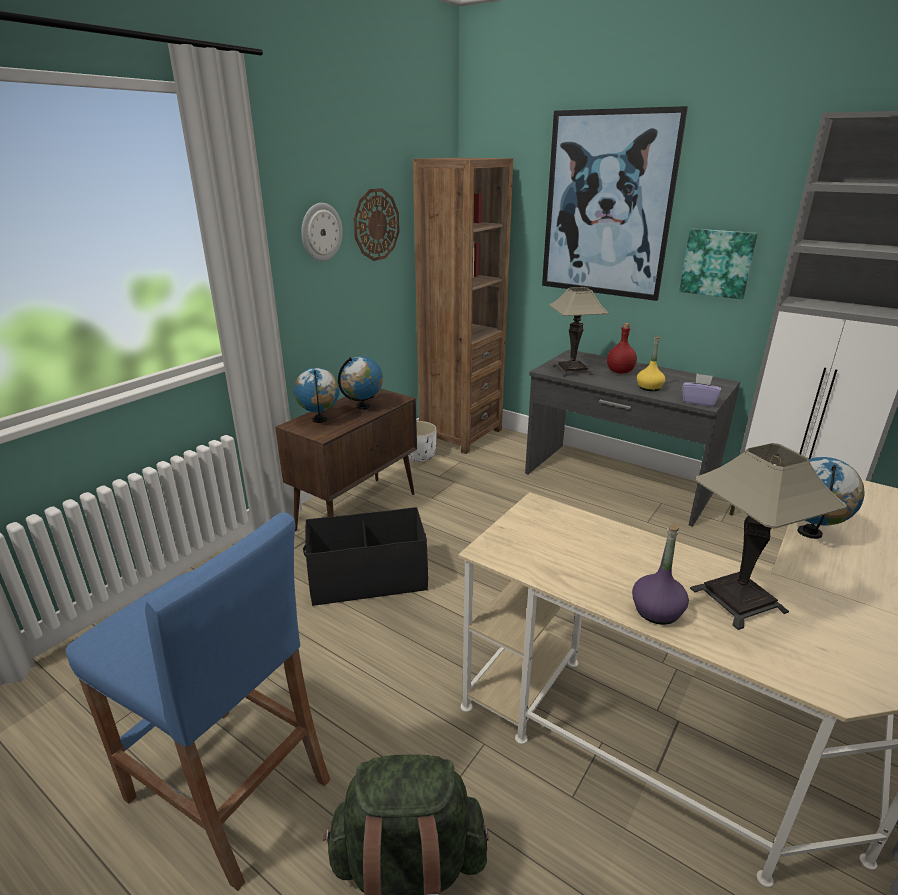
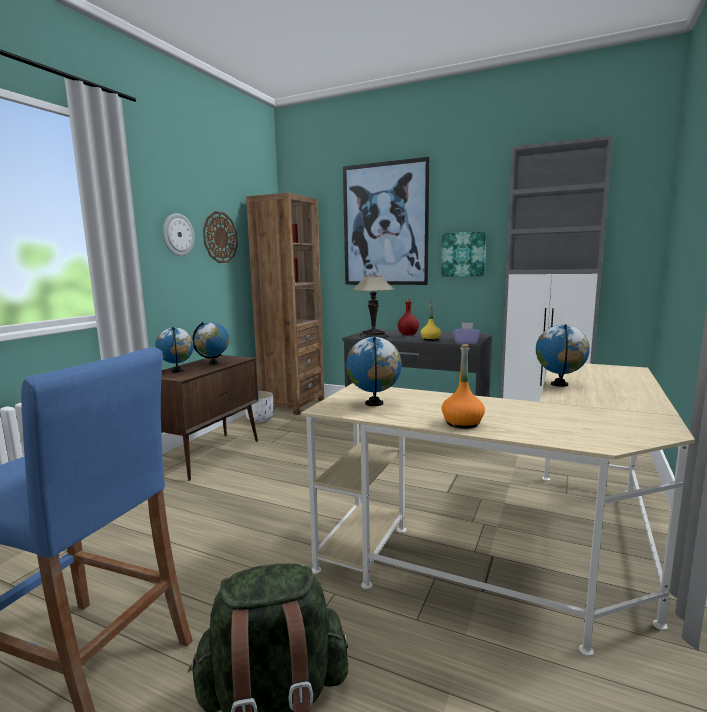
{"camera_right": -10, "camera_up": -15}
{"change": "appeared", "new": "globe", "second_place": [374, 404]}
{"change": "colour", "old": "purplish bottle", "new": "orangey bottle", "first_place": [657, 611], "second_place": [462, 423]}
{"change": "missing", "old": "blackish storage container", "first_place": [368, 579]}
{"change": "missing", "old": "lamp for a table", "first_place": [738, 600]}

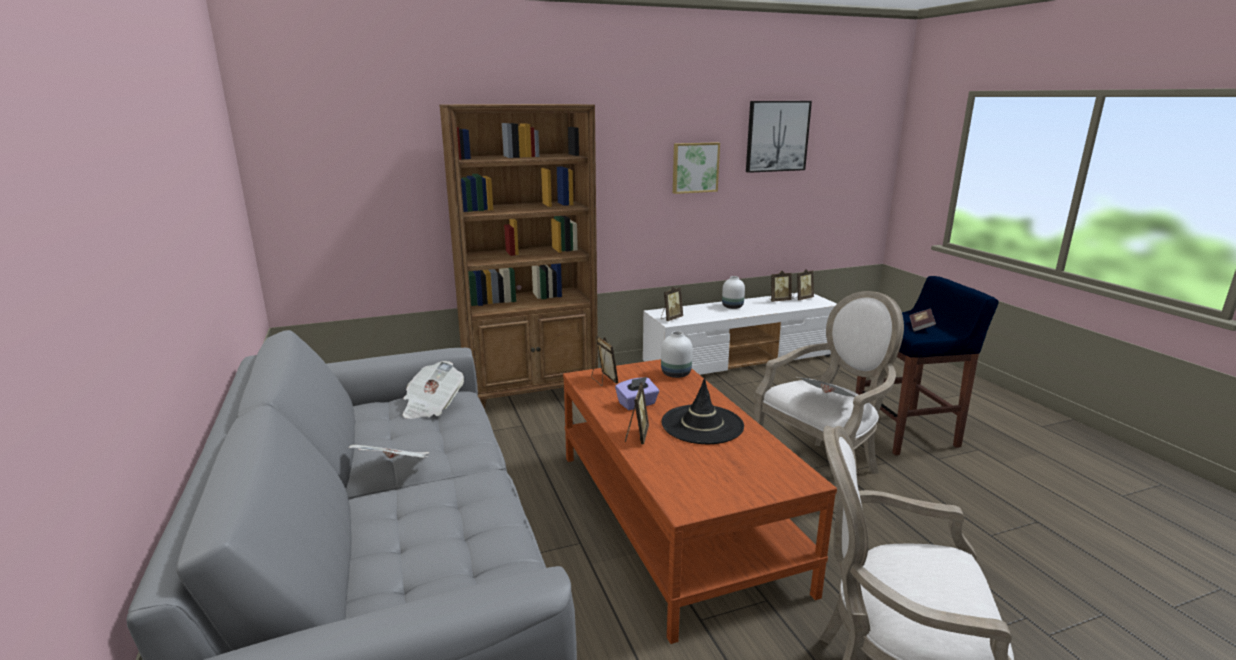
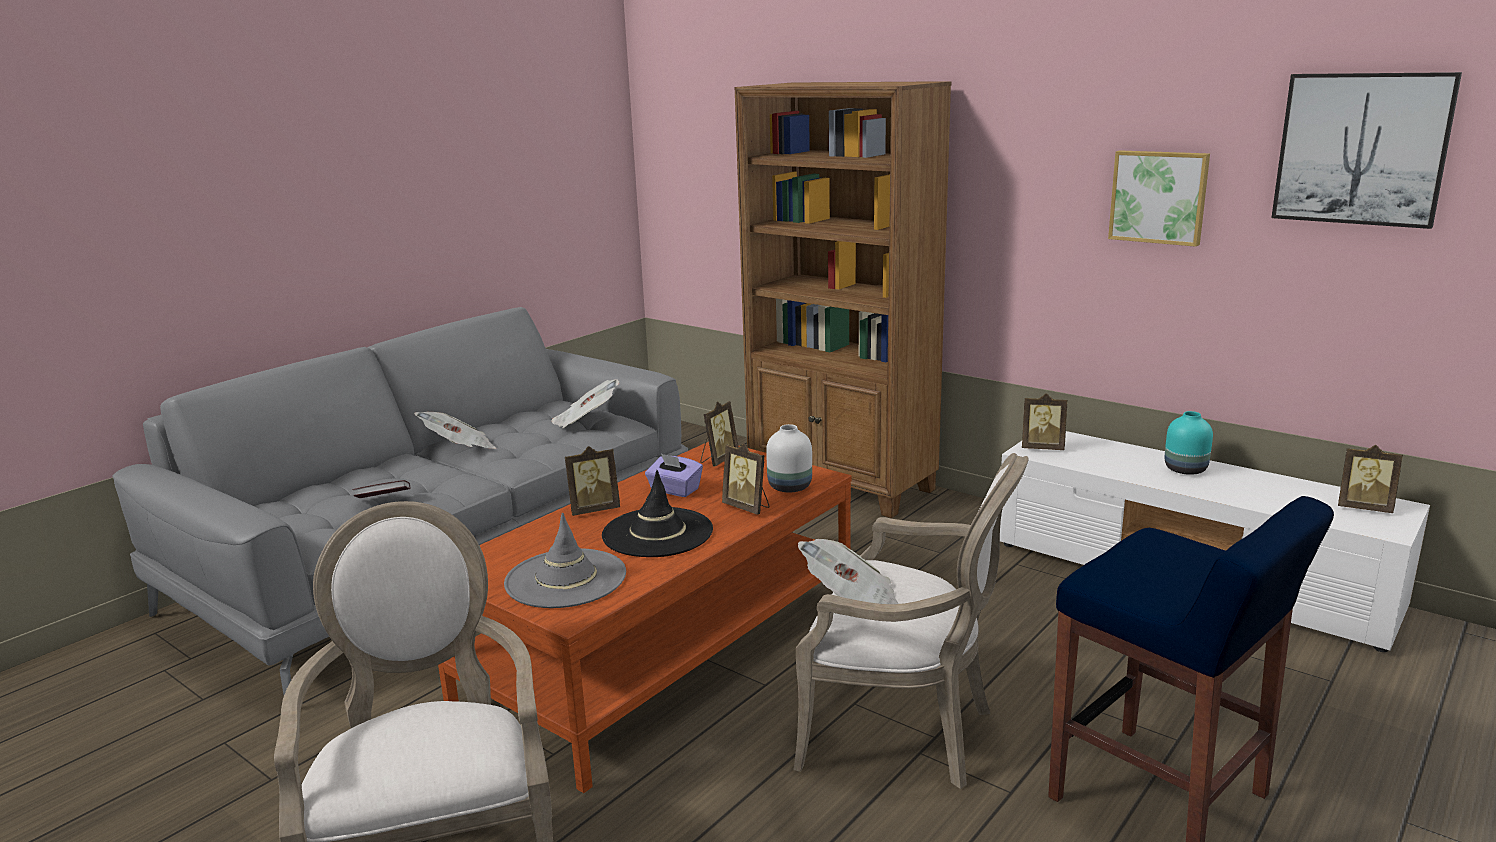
{"camera_right": 60, "camera_up": 0}
{"change": "relocated", "old": "book", "first_place": [921, 327], "second_place": [383, 500]}
{"change": "appeared", "new": "gray clothing hat", "second_place": [565, 579]}
{"change": "relocated", "old": "standing frame", "first_place": [778, 300], "second_place": [747, 507]}
{"change": "colour", "old": "whitish decorative vase", "new": "blue-green decorative vase", "first_place": [732, 307], "second_place": [1184, 470]}

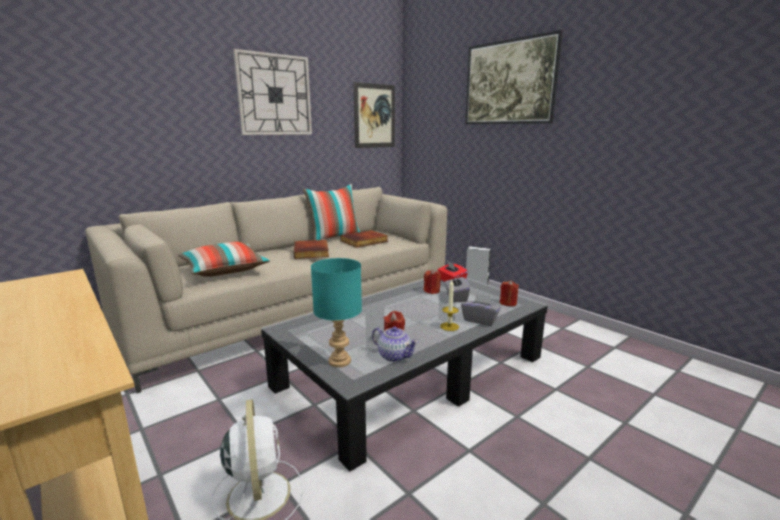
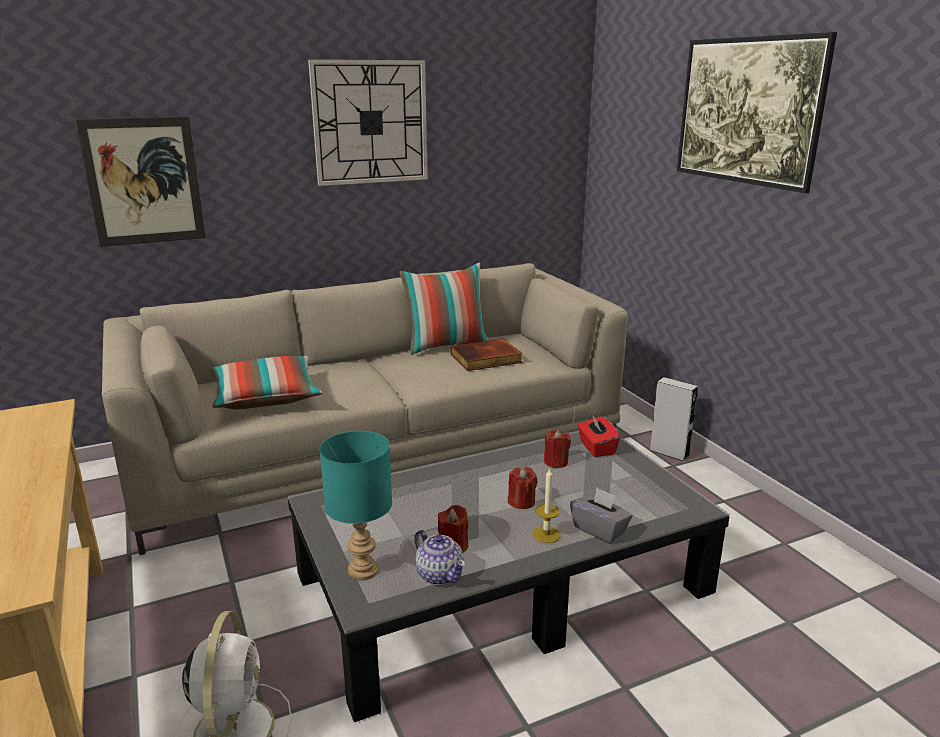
{"camera_right": 15, "camera_up": 5}
{"change": "relocated", "old": "wall picture", "first_place": [374, 116], "second_place": [144, 181]}
{"change": "relocated", "old": "reddish candle", "first_place": [508, 303], "second_place": [521, 502]}
{"change": "missing", "old": "book", "first_place": [312, 252]}
{"change": "missing", "old": "gray tissue box", "first_place": [456, 297]}

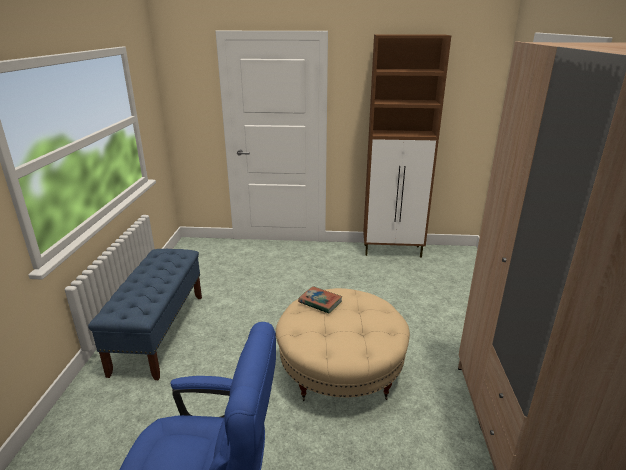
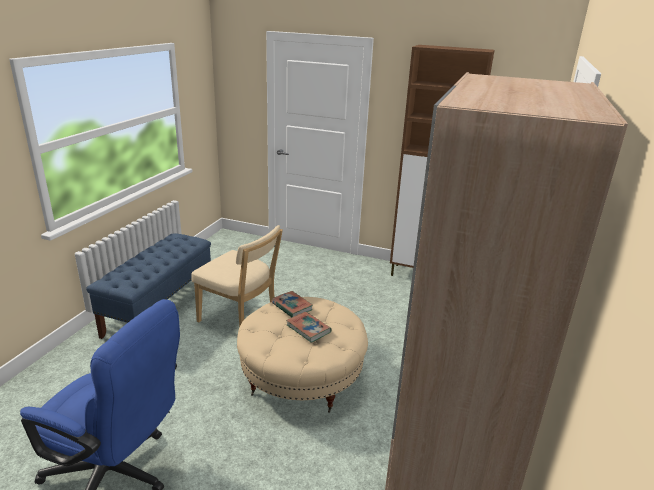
{"camera_right": 15, "camera_up": 0}
{"change": "appeared", "new": "beige chair", "second_place": [240, 319]}
{"change": "appeared", "new": "book", "second_place": [308, 329]}

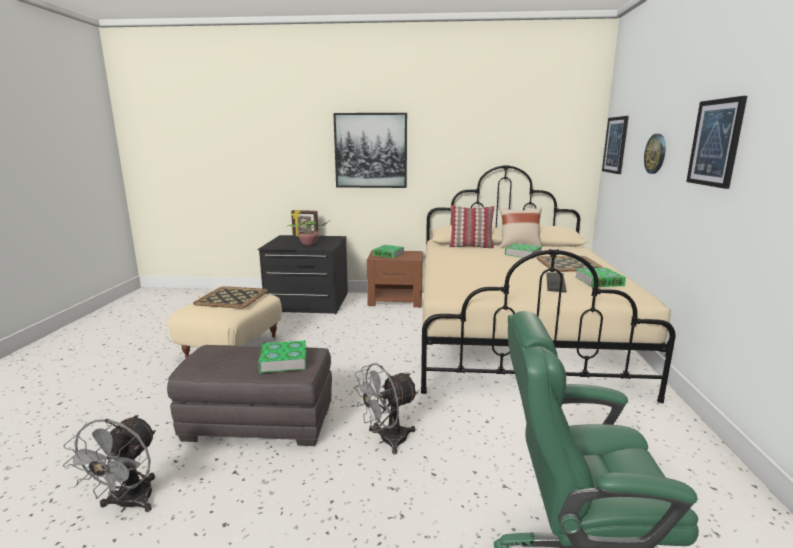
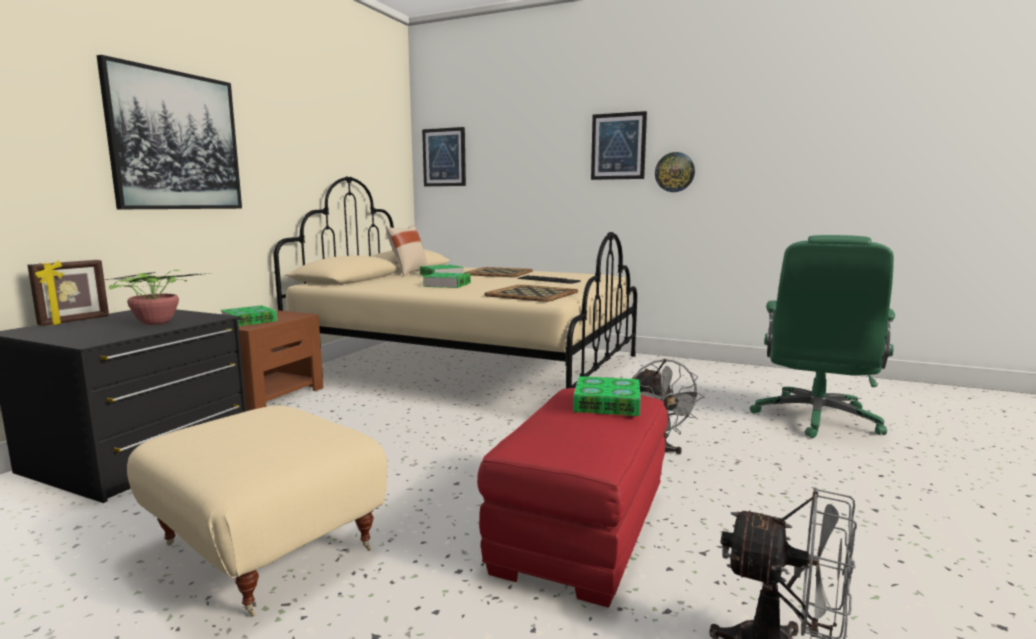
{"camera_right": -70, "camera_up": -5}
{"change": "relocated", "old": "book", "first_place": [599, 281], "second_place": [447, 284]}
{"change": "colour", "old": "gray ottoman", "new": "reddish ottoman", "first_place": [260, 422], "second_place": [581, 527]}
{"change": "relocated", "old": "tray", "first_place": [232, 298], "second_place": [533, 294]}
{"change": "relocated", "old": "wall clock", "first_place": [655, 153], "second_place": [674, 172]}
{"change": "missing", "old": "throw pillow", "first_place": [470, 246]}

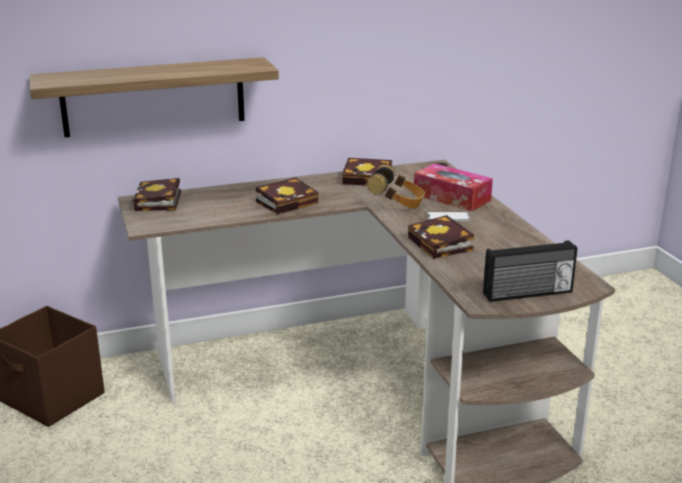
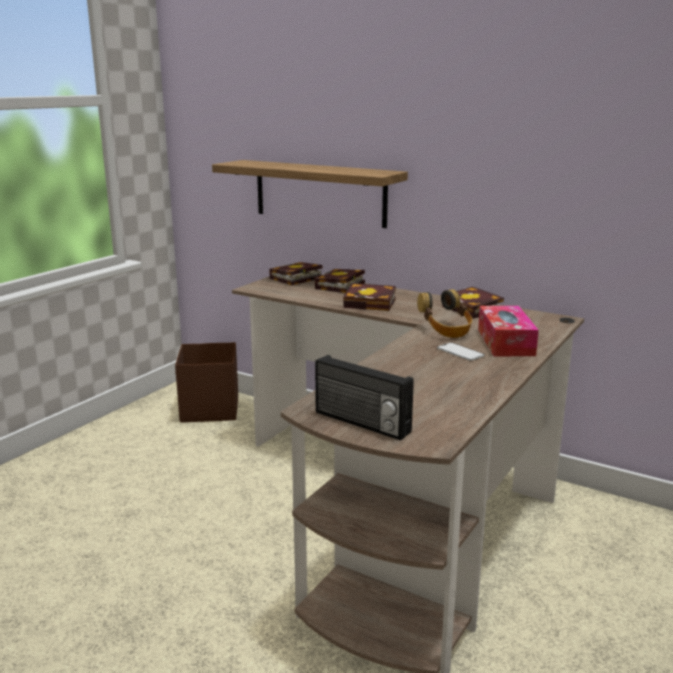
{"camera_right": 50, "camera_up": -5}
{"change": "relocated", "old": "book", "first_place": [442, 245], "second_place": [340, 286]}

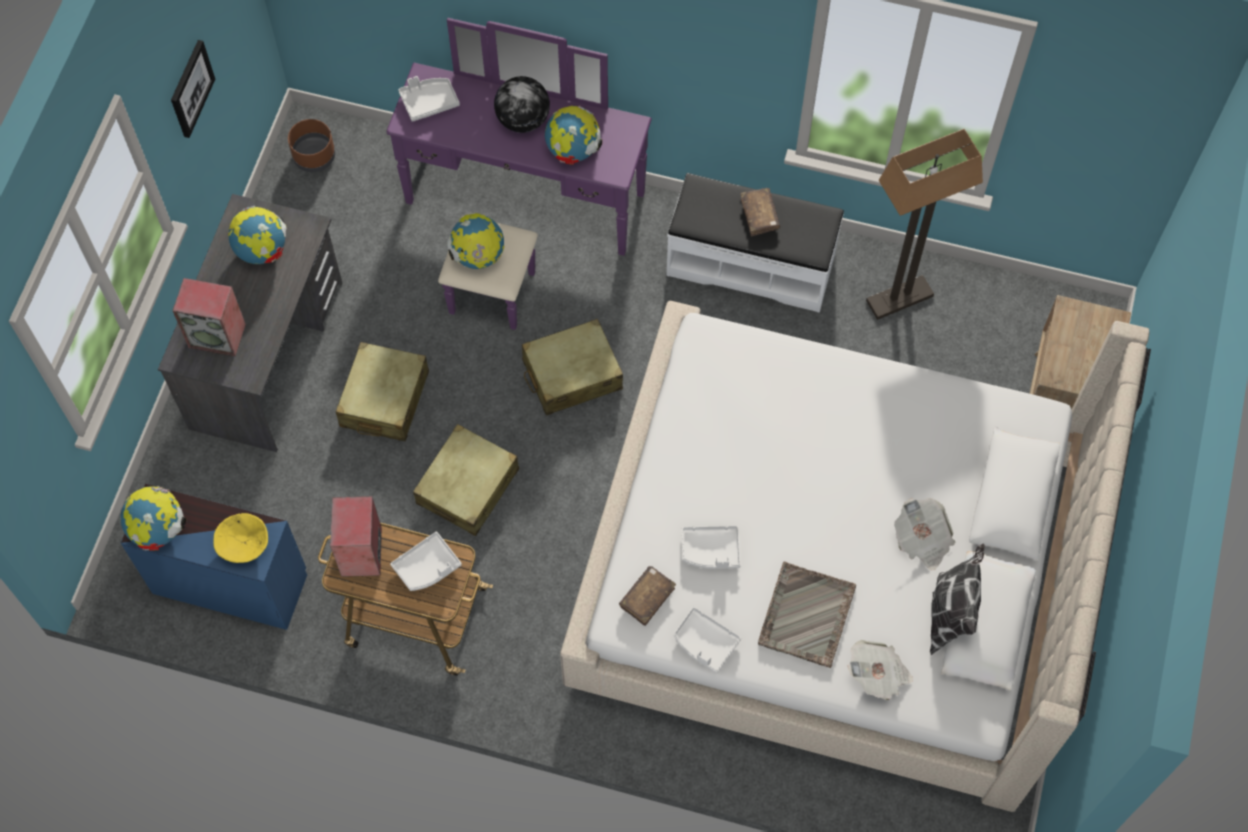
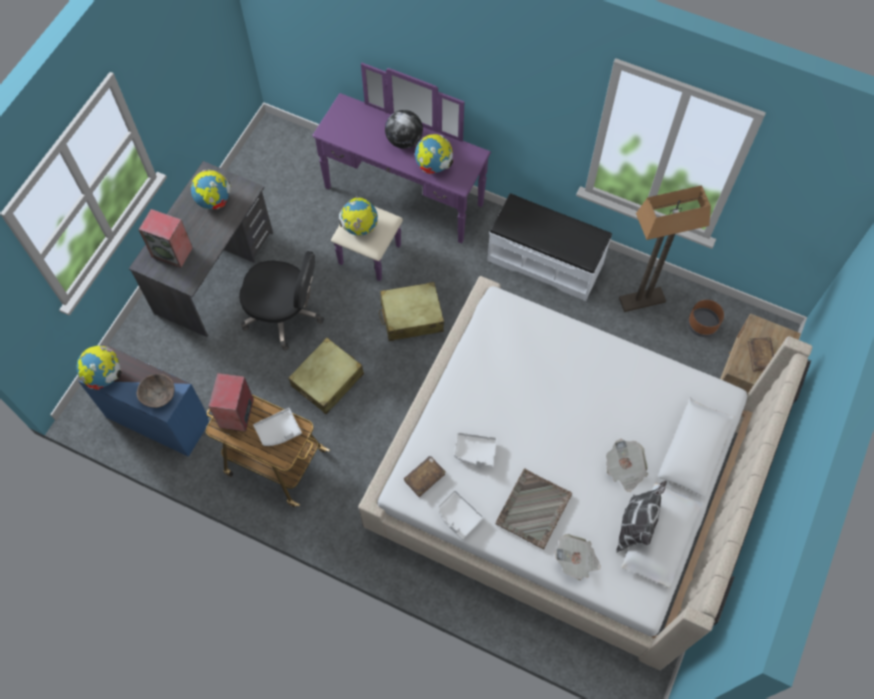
{"camera_right": 10, "camera_up": 0}
{"change": "colour", "old": "yellow bowl", "new": "brownish bowl", "first_place": [244, 544], "second_place": [159, 395]}
{"change": "exchanged", "old": "beige travel case", "new": "blackish computer chair", "first_place": [384, 399], "second_place": [284, 313]}
{"change": "relocated", "old": "brownish planter", "first_place": [314, 156], "second_place": [702, 324]}
{"change": "relocated", "old": "brownish book", "first_place": [759, 215], "second_place": [760, 356]}
{"change": "missing", "old": "wall picture", "first_place": [191, 88]}
{"change": "missing", "old": "whitish tray", "first_place": [429, 102]}

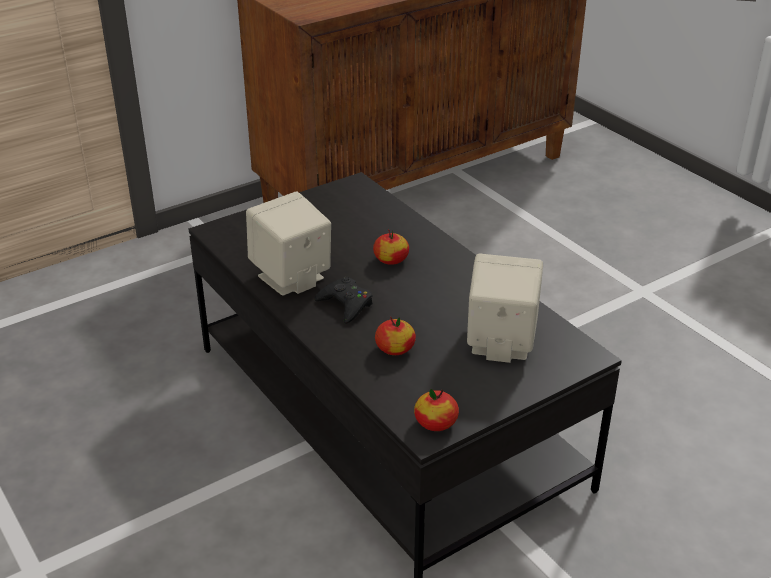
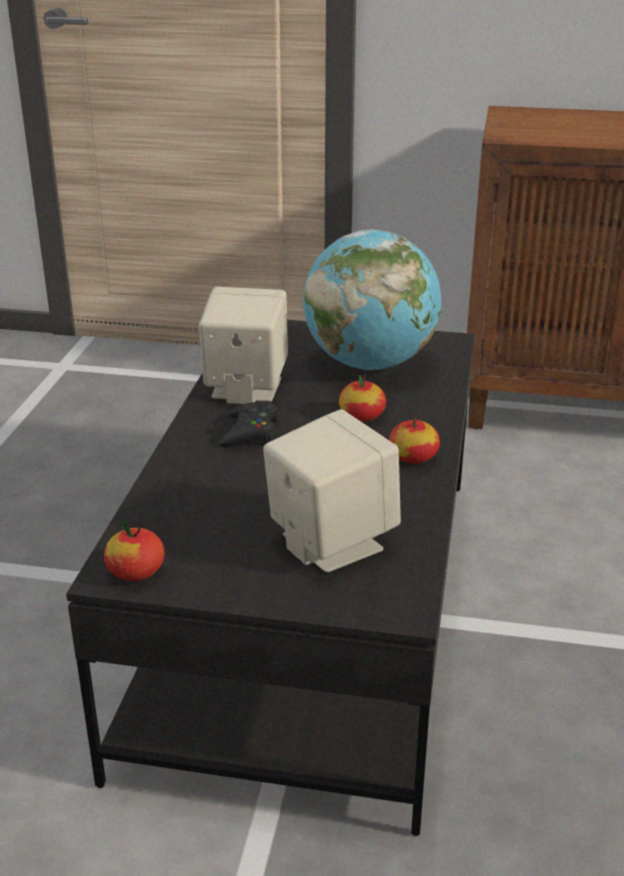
{"camera_right": 45, "camera_up": -5}
{"change": "appeared", "new": "globe", "second_place": [370, 364]}
{"change": "relocated", "old": "apple", "first_place": [395, 348], "second_place": [413, 457]}

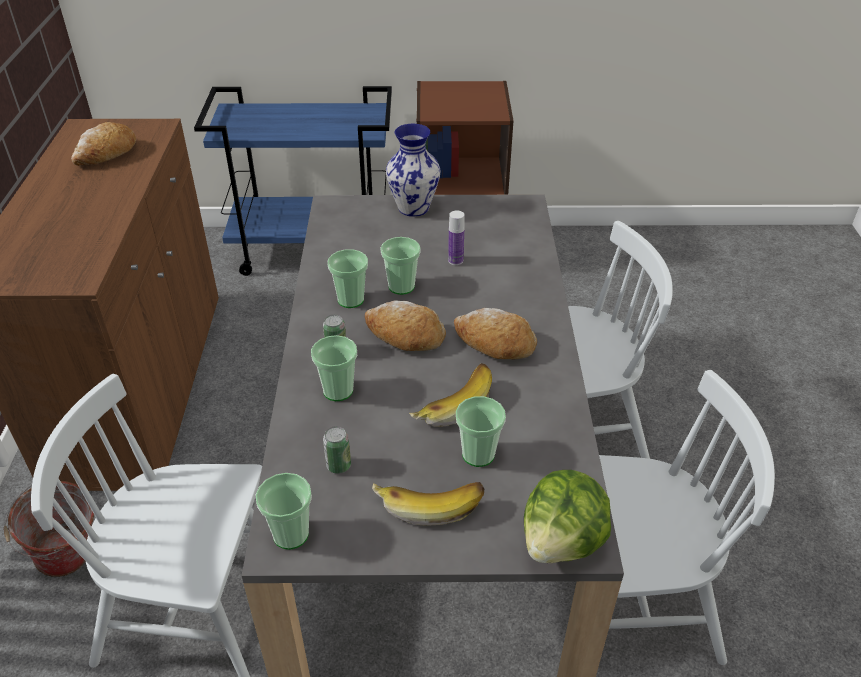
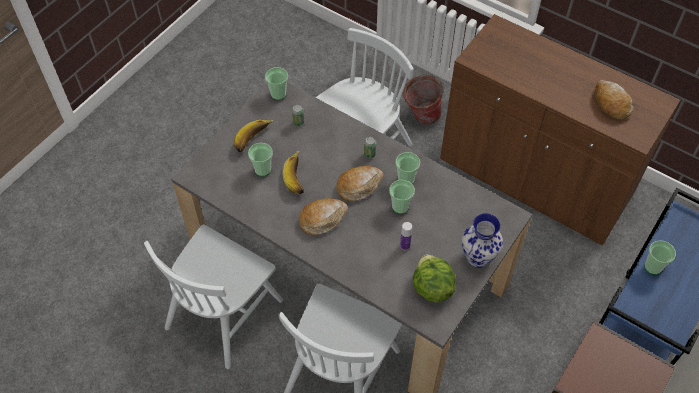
{"camera_right": 125, "camera_up": 15}
{"change": "relocated", "old": "lettuce head", "first_place": [562, 542], "second_place": [431, 288]}
{"change": "relocated", "old": "drinking cup", "first_place": [338, 390], "second_place": [653, 267]}

